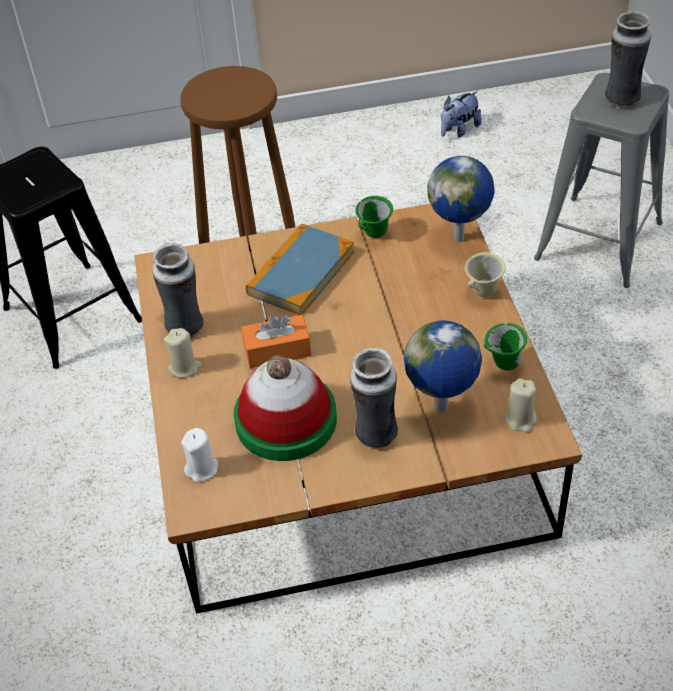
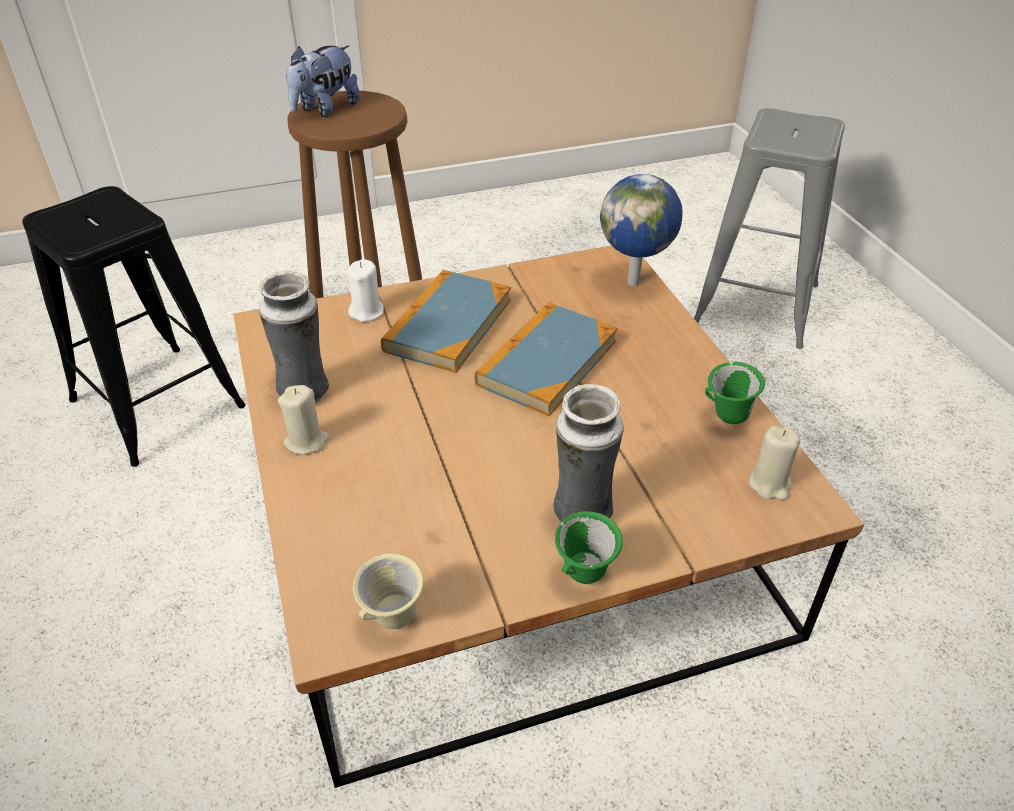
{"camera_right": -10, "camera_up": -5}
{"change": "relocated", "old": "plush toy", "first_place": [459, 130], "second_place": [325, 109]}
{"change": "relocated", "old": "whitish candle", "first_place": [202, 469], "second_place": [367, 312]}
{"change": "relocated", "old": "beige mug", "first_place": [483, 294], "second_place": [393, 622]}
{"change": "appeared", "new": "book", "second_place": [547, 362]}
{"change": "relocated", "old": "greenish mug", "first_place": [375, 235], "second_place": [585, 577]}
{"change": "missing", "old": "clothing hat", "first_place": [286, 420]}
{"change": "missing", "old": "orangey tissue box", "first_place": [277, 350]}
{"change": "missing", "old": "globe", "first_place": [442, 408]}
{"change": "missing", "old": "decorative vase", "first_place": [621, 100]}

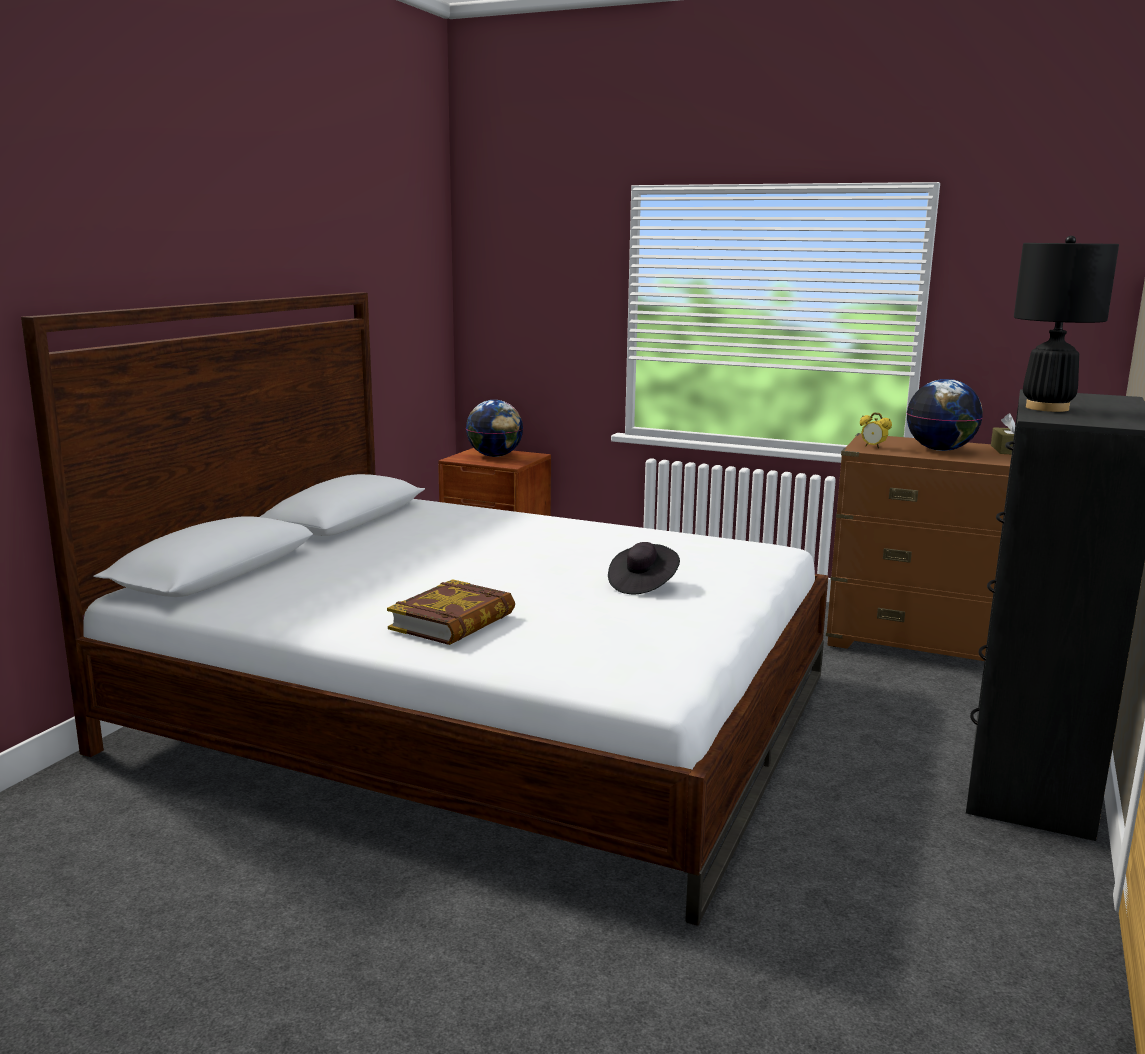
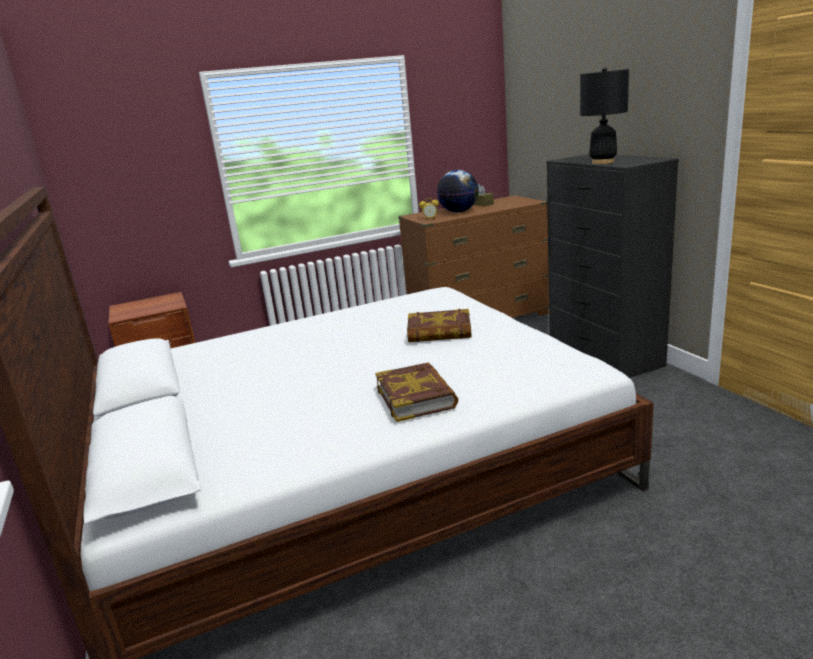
{"camera_right": -45, "camera_up": 5}
{"change": "exchanged", "old": "blackish clothing hat", "new": "book", "first_place": [642, 585], "second_place": [439, 332]}
{"change": "missing", "old": "globe", "first_place": [494, 456]}

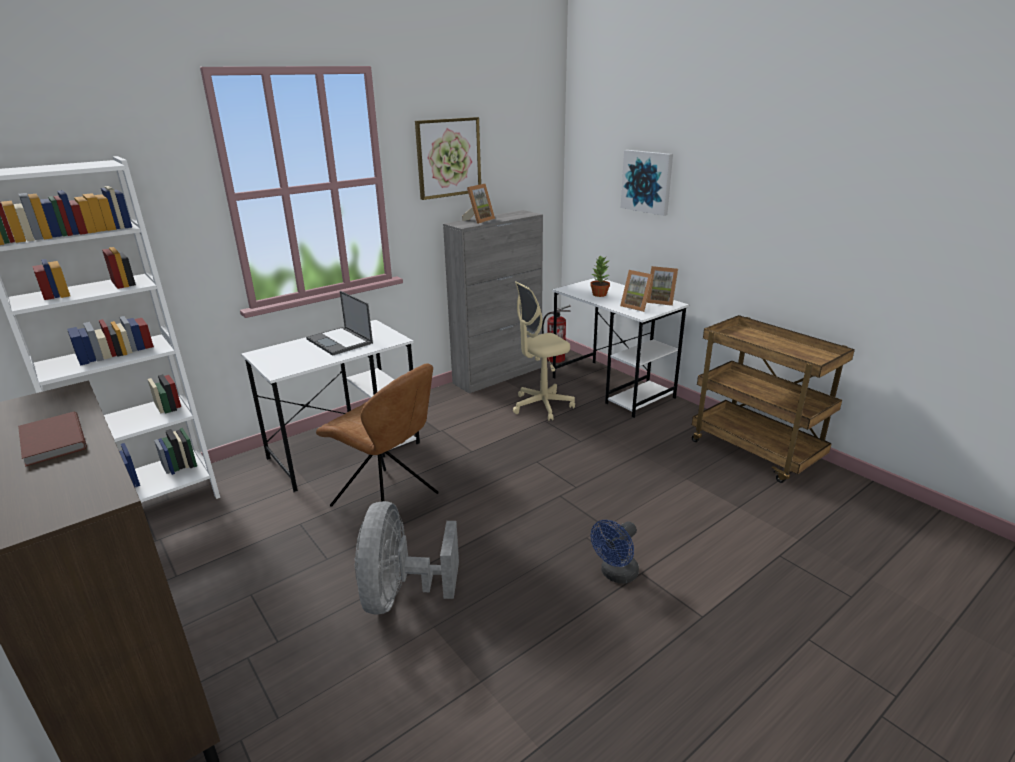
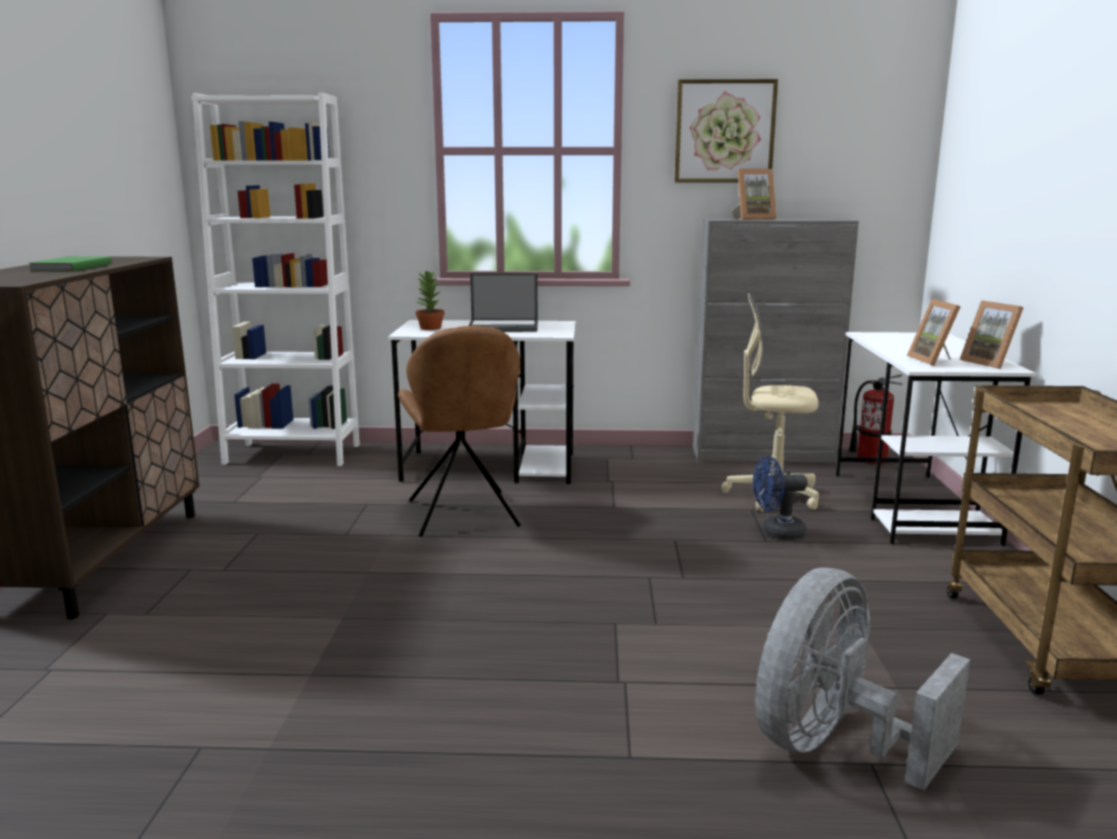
{"camera_right": 40, "camera_up": -10}
{"change": "colour", "old": "brownish book", "new": "greenish book", "first_place": [51, 442], "second_place": [69, 267]}
{"change": "relocated", "old": "houseplant", "first_place": [599, 294], "second_place": [430, 328]}
{"change": "spun", "old": "portable computer", "first_place": [340, 341], "second_place": [504, 327], "degrees": -90}
{"change": "relocated", "old": "blue cooling fan", "first_place": [615, 574], "second_place": [776, 533]}
{"change": "relocated", "old": "gray cooling fan", "first_place": [401, 594], "second_place": [833, 745]}
{"change": "missing", "old": "wall picture", "first_place": [647, 182]}

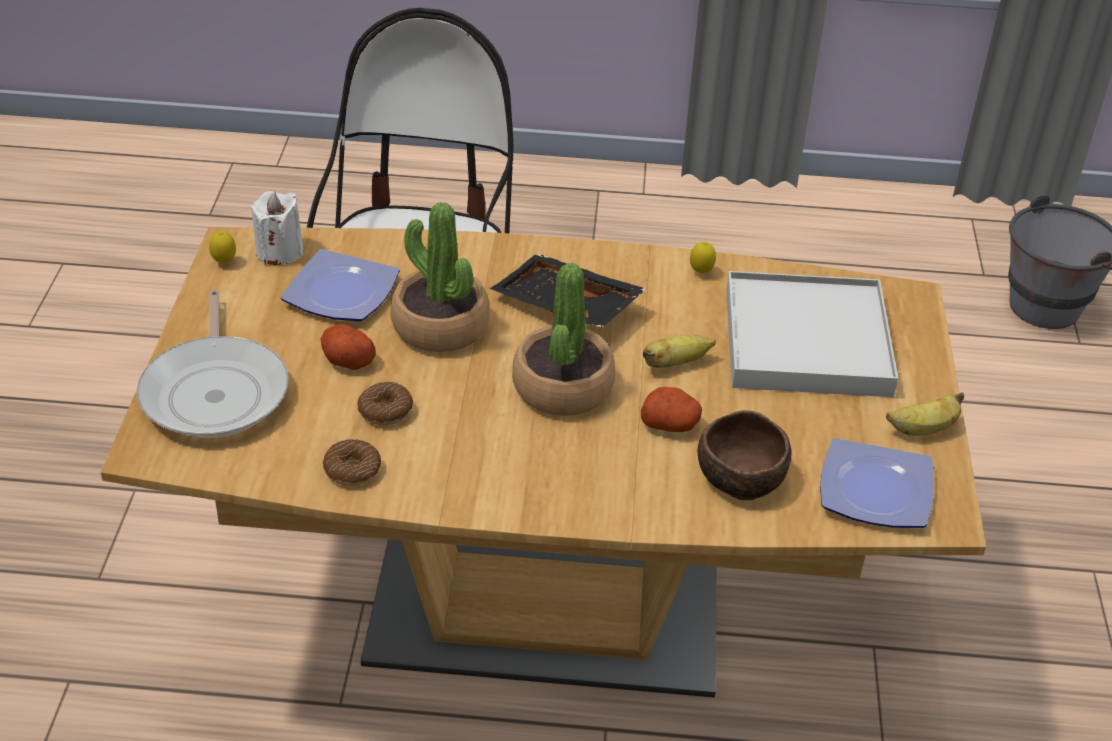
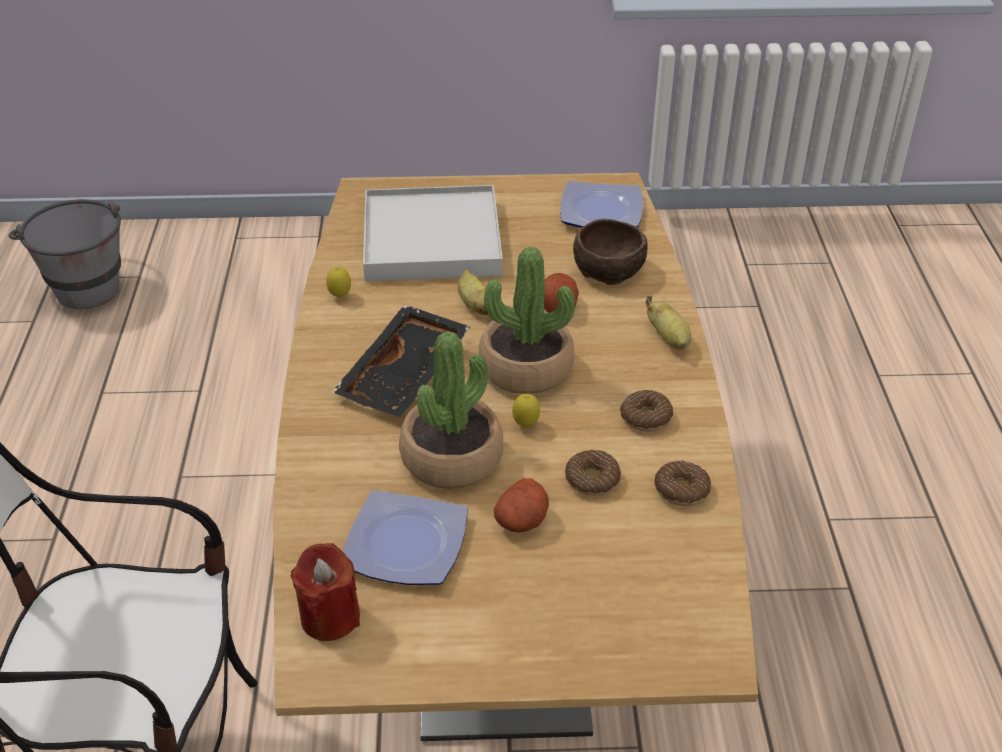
{"camera_right": -95, "camera_up": 0}
{"change": "colour", "old": "whitish candle", "new": "reddish candle", "first_place": [279, 252], "second_place": [330, 617]}
{"change": "relocated", "old": "citrus fruit", "first_place": [224, 262], "second_place": [525, 425]}
{"change": "appeared", "new": "donut", "second_place": [646, 417]}
{"change": "relocated", "old": "whole banana", "first_place": [922, 430], "second_place": [669, 339]}
{"change": "missing", "old": "skillet", "first_place": [216, 391]}

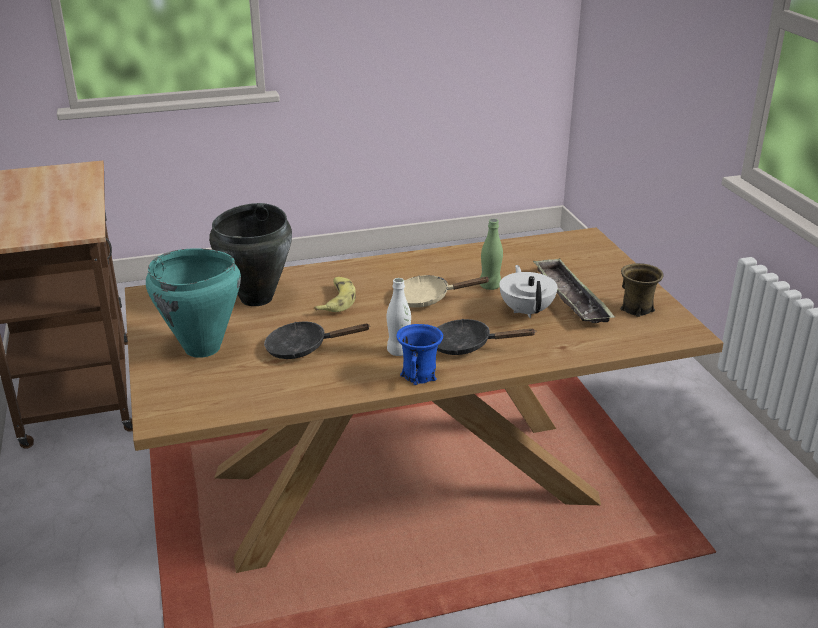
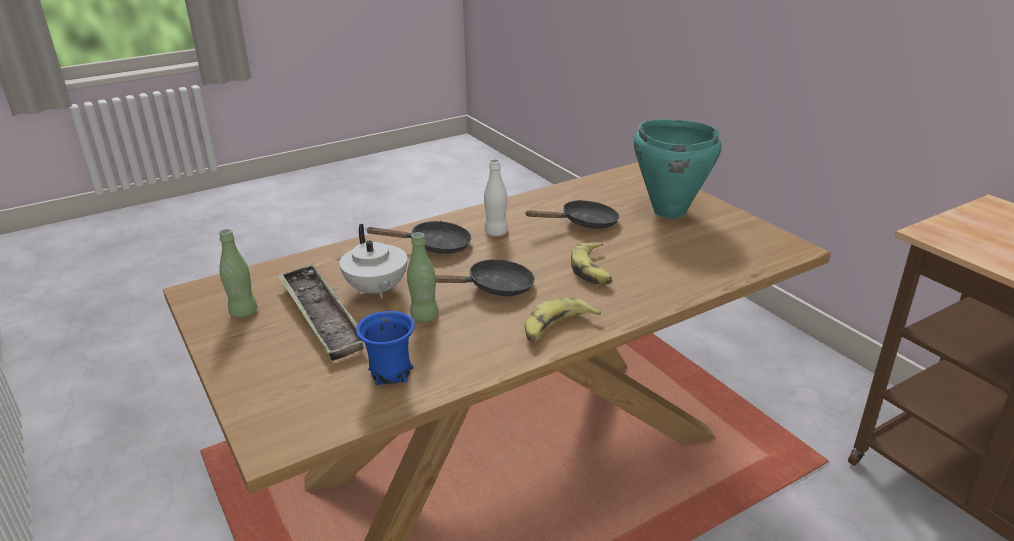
{"camera_right": 165, "camera_up": 0}
{"change": "exchanged", "old": "brownish mug", "new": "greenish bottle", "first_place": [636, 309], "second_place": [243, 312]}
{"change": "relocated", "old": "blue mug", "first_place": [420, 375], "second_place": [390, 373]}
{"change": "colour", "old": "beige skillet", "new": "blackish skillet", "first_place": [427, 299], "second_place": [494, 288]}
{"change": "appeared", "new": "whole banana", "second_place": [556, 328]}
{"change": "missing", "old": "blackish cooking pot", "first_place": [257, 298]}

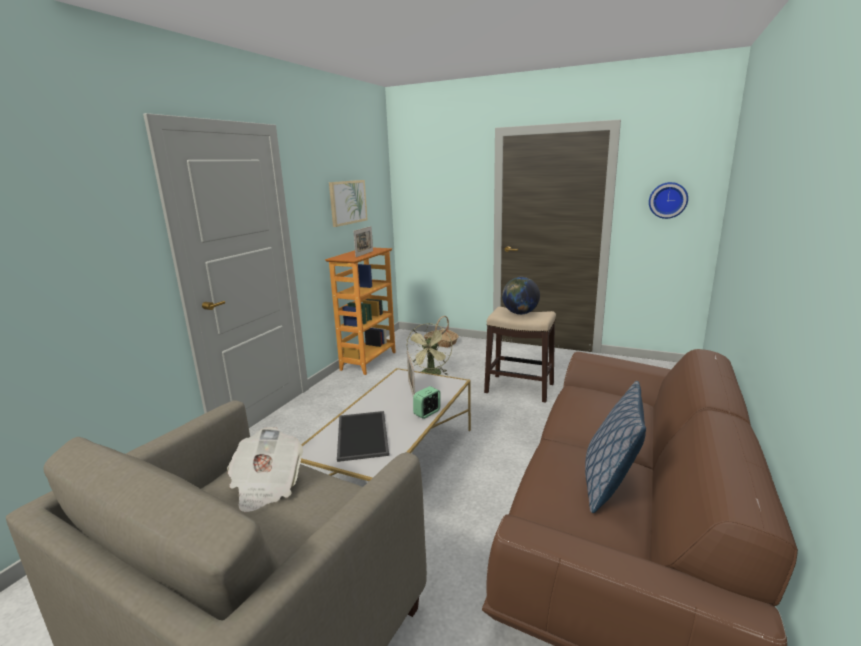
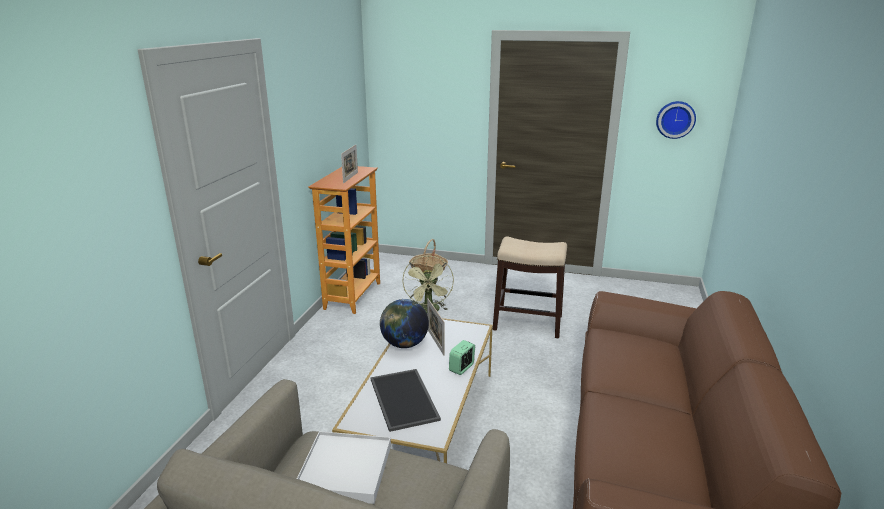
{"camera_right": -10, "camera_up": 5}
{"change": "exchanged", "old": "newspaper", "new": "whitish tray", "first_place": [266, 485], "second_place": [345, 470]}
{"change": "relocated", "old": "globe", "first_place": [520, 313], "second_place": [404, 344]}
{"change": "missing", "old": "wall picture", "first_place": [348, 202]}
{"change": "missing", "old": "throw pillow", "first_place": [609, 484]}

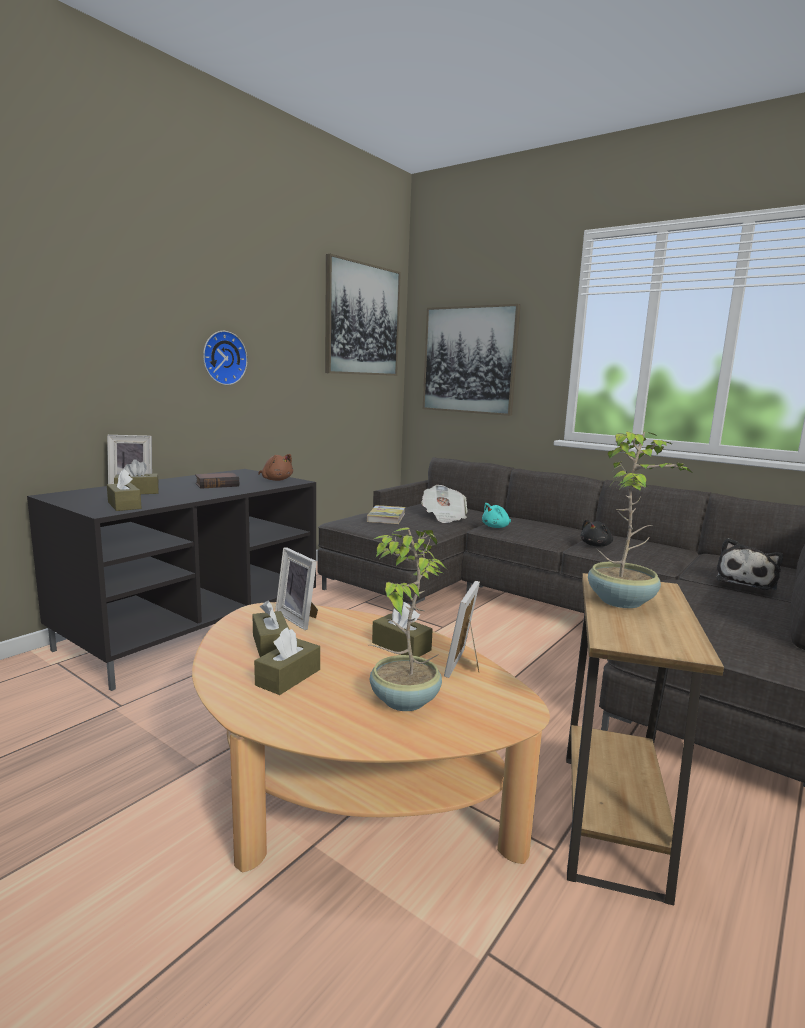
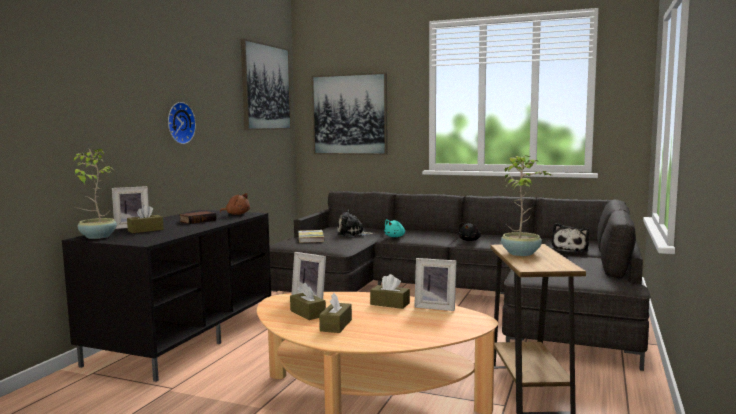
{"camera_right": -15, "camera_up": -5}
{"change": "relocated", "old": "houseplant", "first_place": [402, 700], "second_place": [97, 237]}
{"change": "exchanged", "old": "newspaper", "new": "plush toy", "first_place": [444, 517], "second_place": [353, 234]}
{"change": "spun", "old": "standing frame", "first_place": [466, 665], "second_place": [435, 307], "degrees": -75}
{"change": "missing", "old": "brownish tissue box", "first_place": [124, 505]}

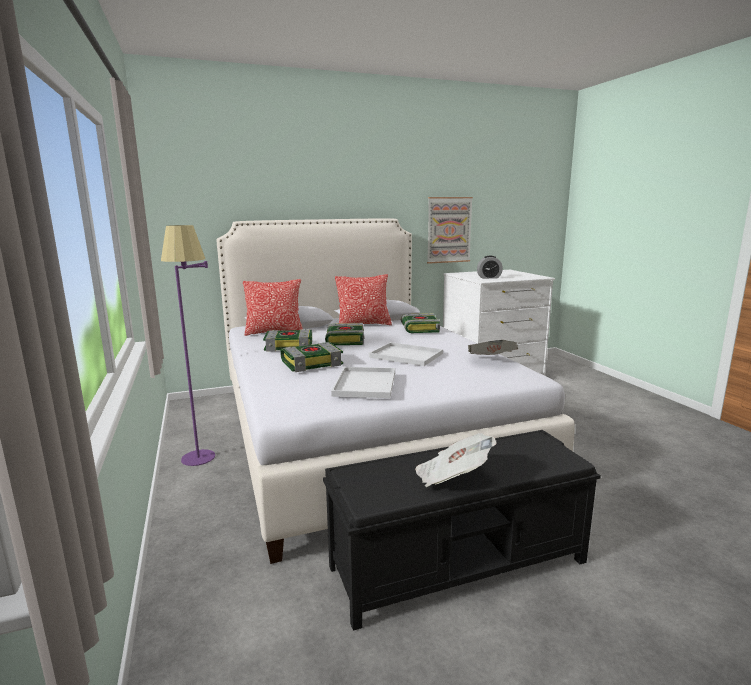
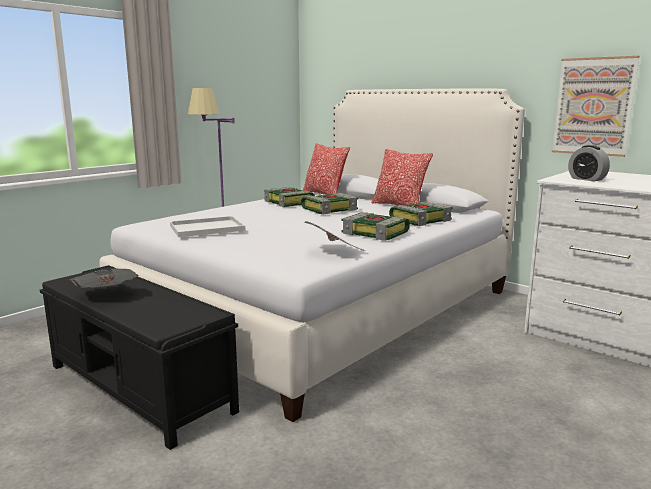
{"camera_right": 60, "camera_up": 0}
{"change": "relocated", "old": "book", "first_place": [312, 363], "second_place": [376, 233]}
{"change": "missing", "old": "whitish tray", "first_place": [404, 355]}

